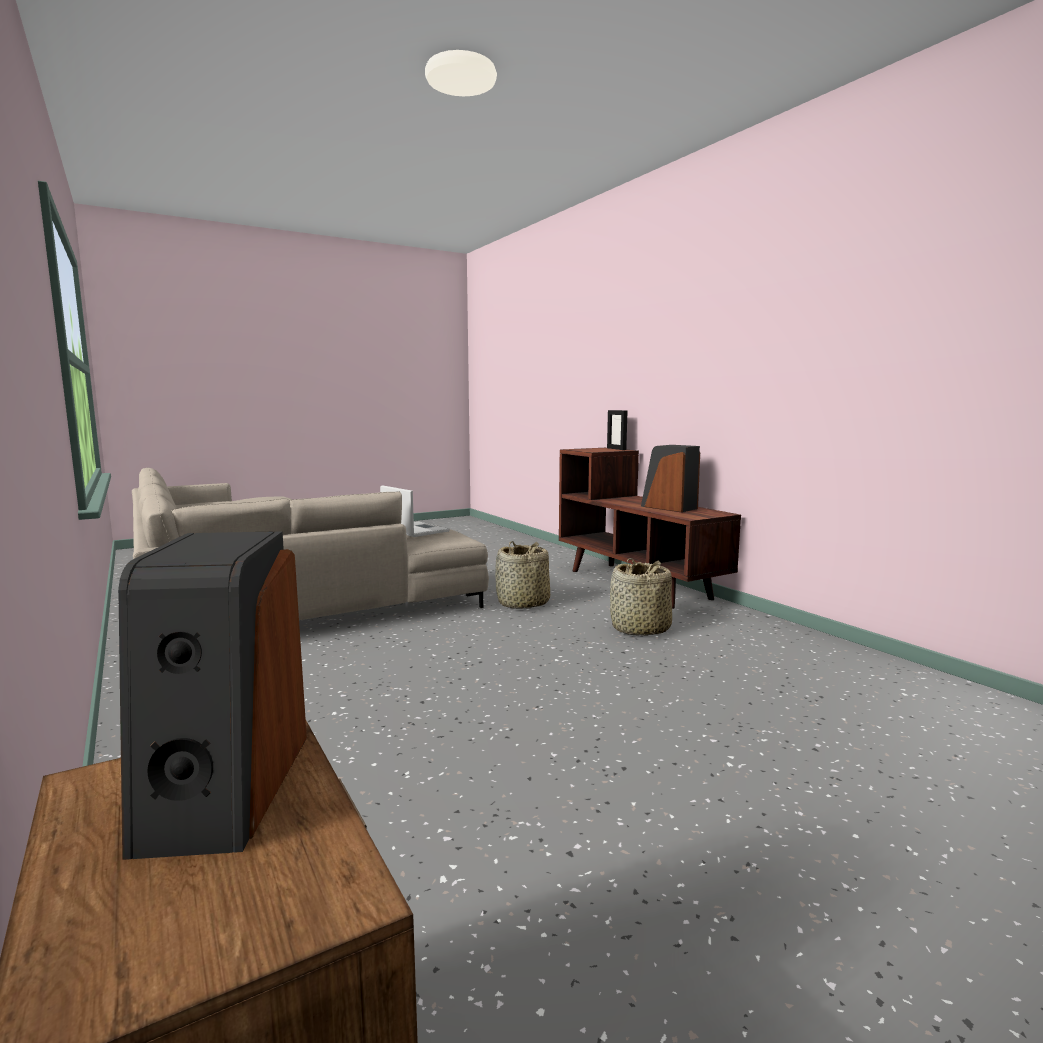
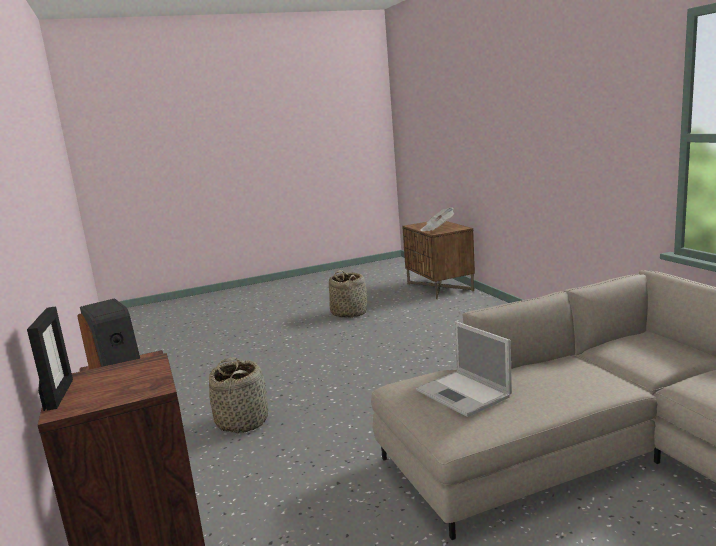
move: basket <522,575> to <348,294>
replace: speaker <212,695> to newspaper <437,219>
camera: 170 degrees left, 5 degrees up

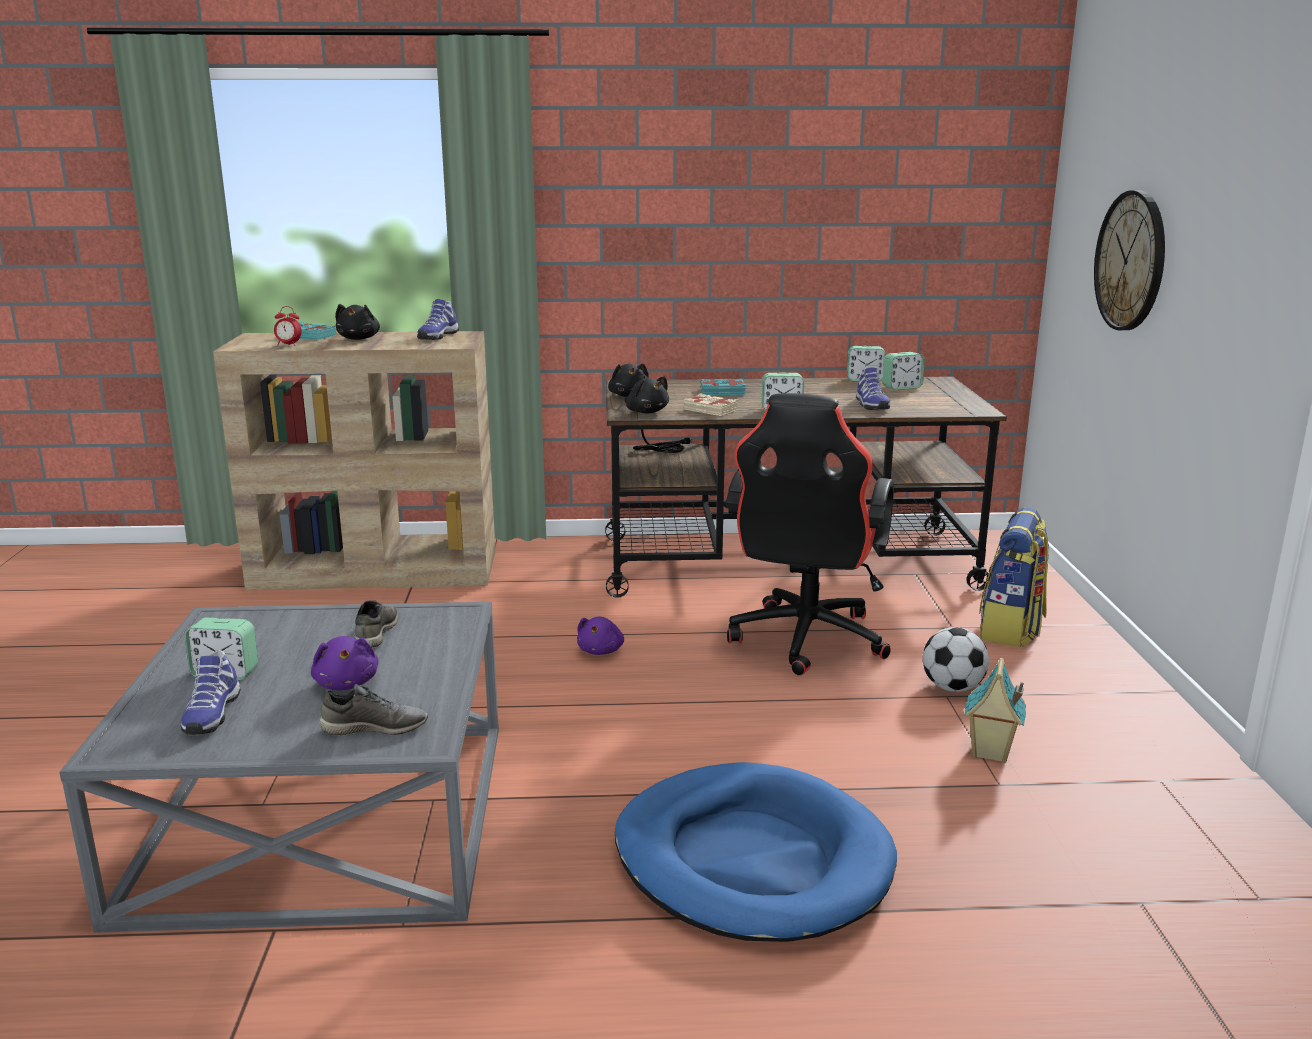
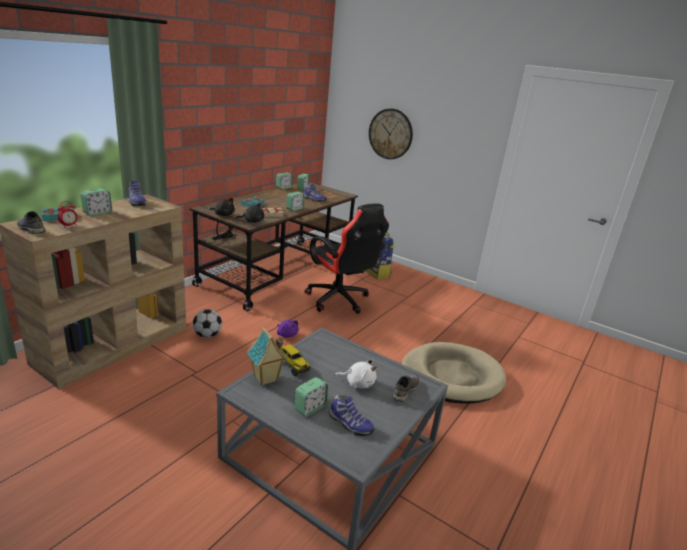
insert: toy truck <295,360>
move: grey shoe <376,624> to <31,222>; football <956,659> to <207,323>; toy house <995,710> to <267,356>
replace: black plush toy <357,322> to alarm clock <96,202>
recolor: purple plush toy <344,663> to white plush toy <356,374>; blue dog bed <756,852> to beige dog bed <454,373>
camera: 55 degrees left, 5 degrees up

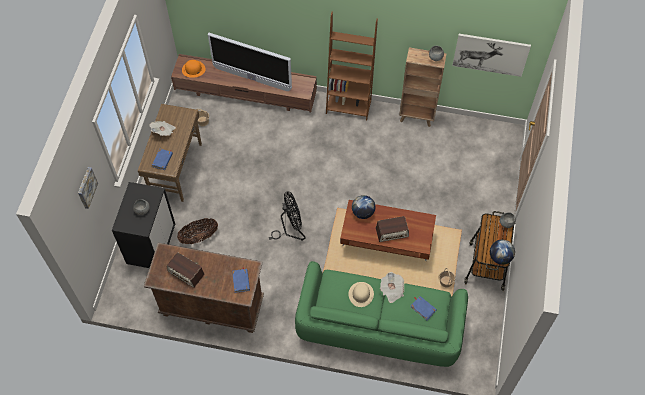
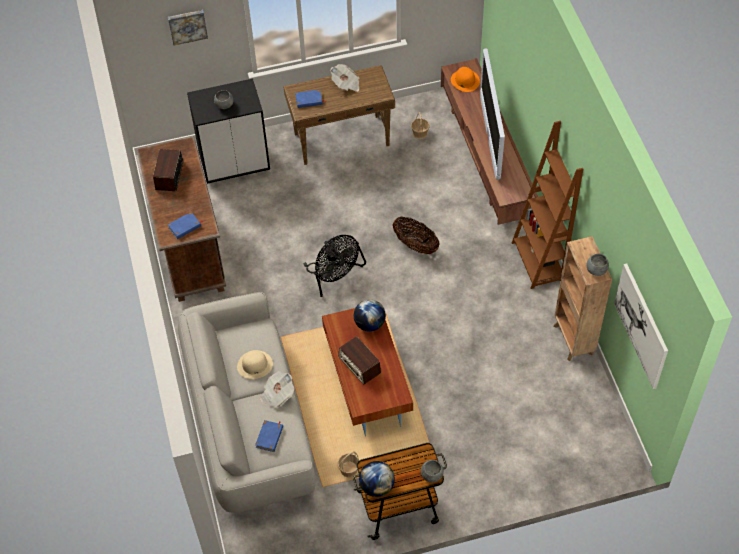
move: basket <197,231> to <416,235>
recolor: green sofa <381,314> to grey sofa <247,402>
camera: 65 degrees right, 5 degrees down

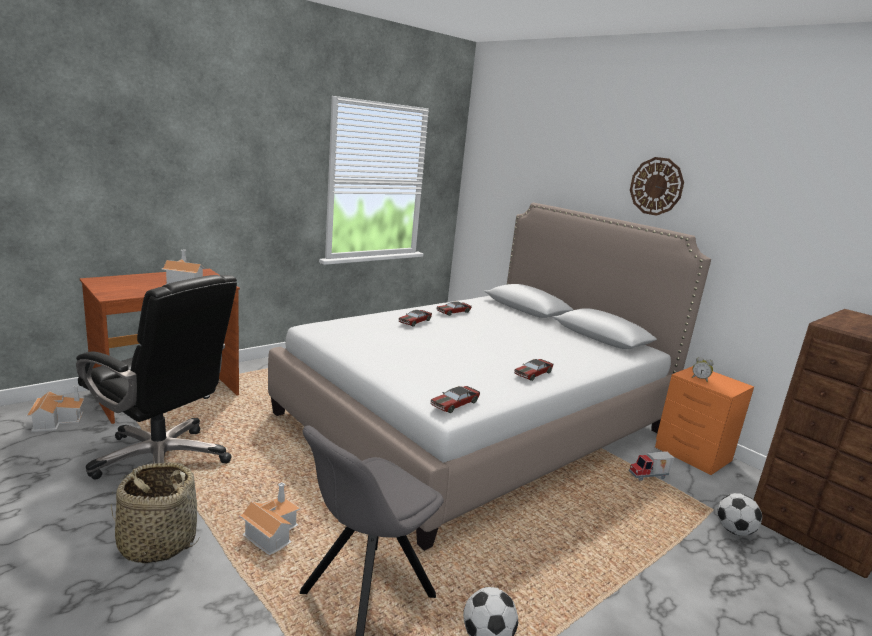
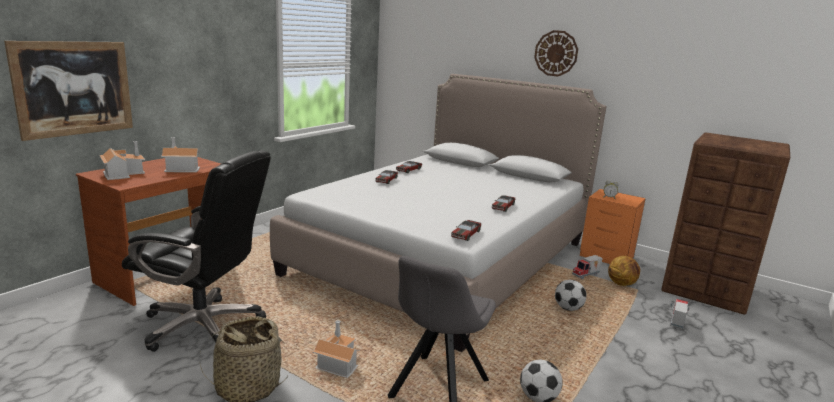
insert: picture <68,91>; basketball <624,271>; toy truck <679,314>
move: toy house <55,408> to <122,160>; football <739,514> to <570,295>
camera: 15 degrees left, 0 degrees up

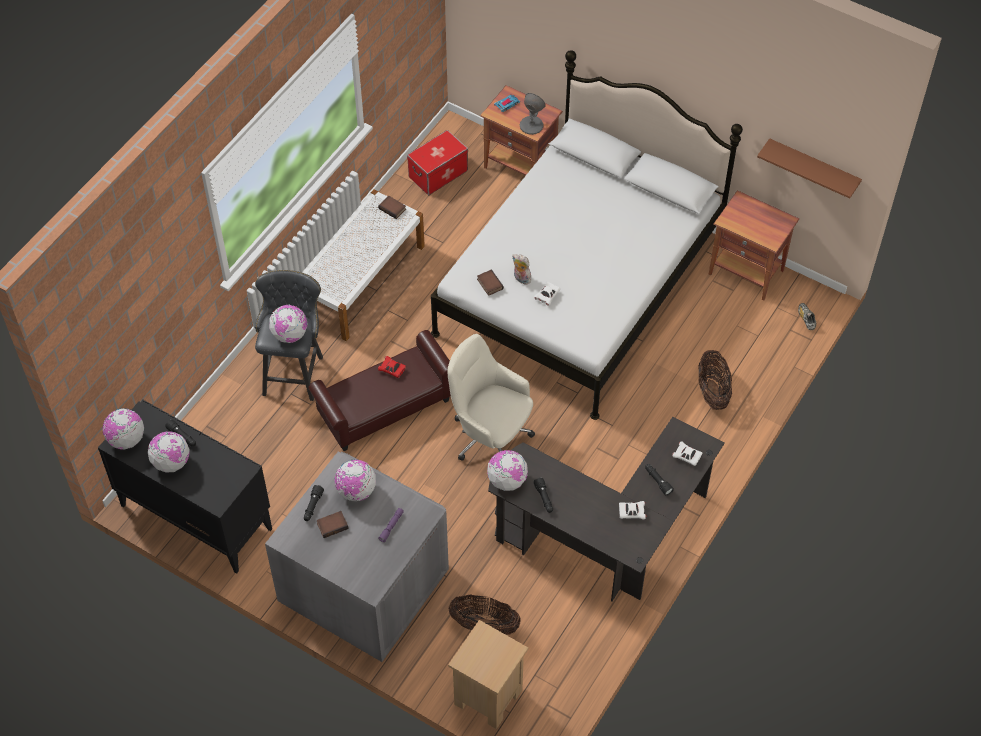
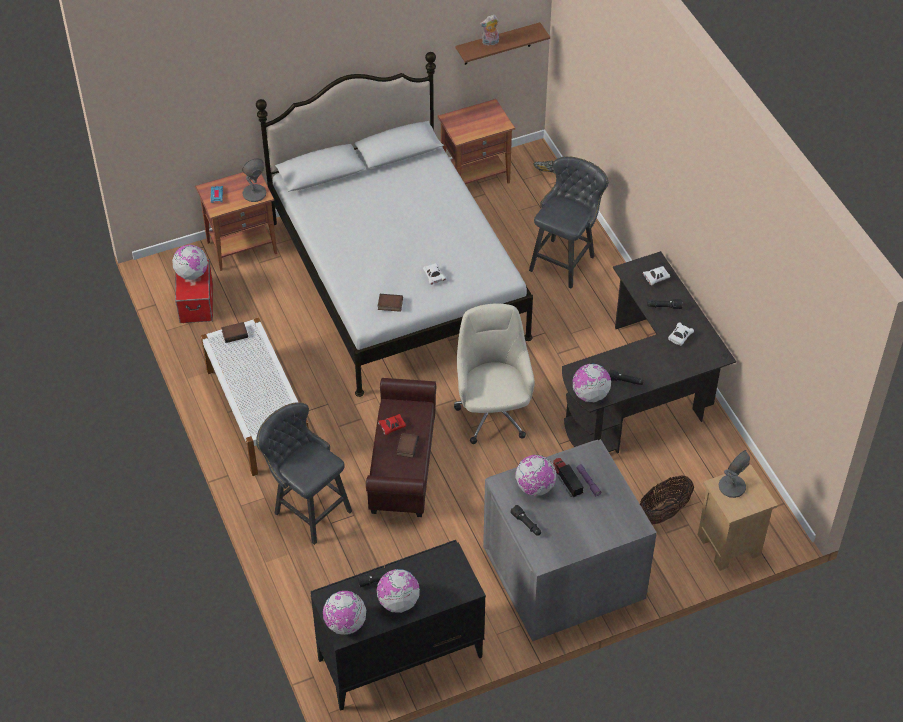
insert: toy truck <568,478>; grey table lamp <734,474>
move: globe <288,324> to <190,262>; book <332,524> to <408,445>; plush toy <521,269> to <489,30>
replace: basket <715,380> to grey stool <568,222>
rotate: beige office chair <491,397> = <494,373> 105 degrees clockwise
camera: 55 degrees left, 5 degrees down

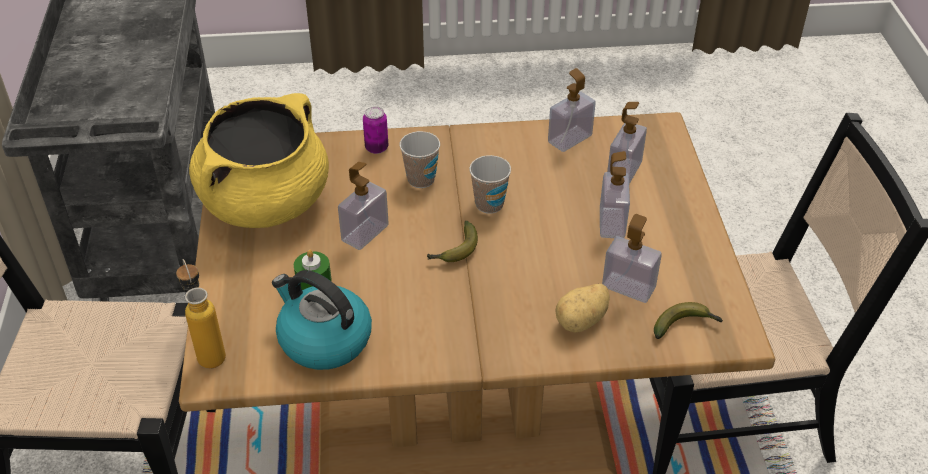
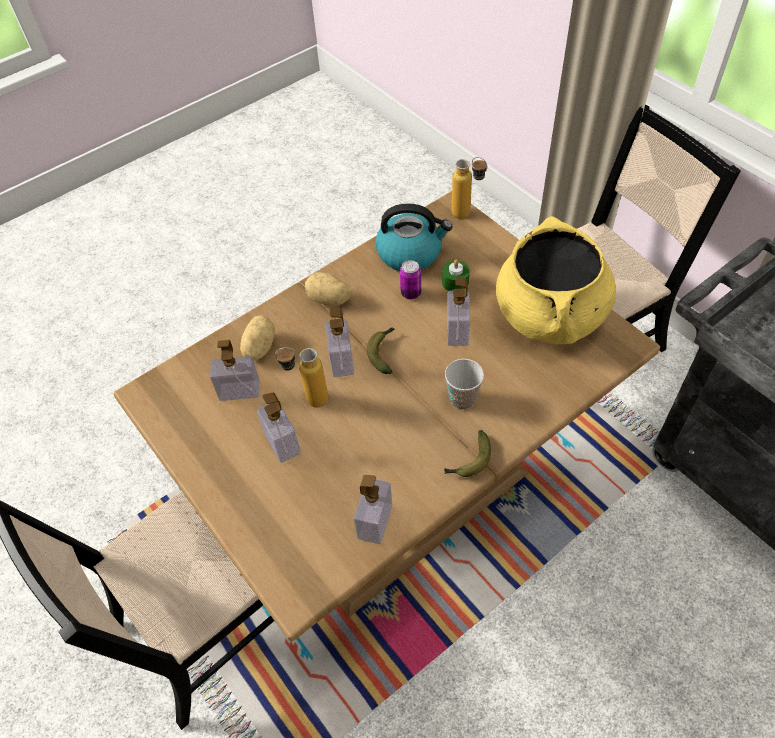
delete: cup <490,184>
insert: bottle <301,377>; potato <328,289>
move: can <375,130> to <410,279>; soap dispenser <627,143> to <340,342>; banana <688,320> to <467,453>
camera: 150 degrees right, 10 degrees up

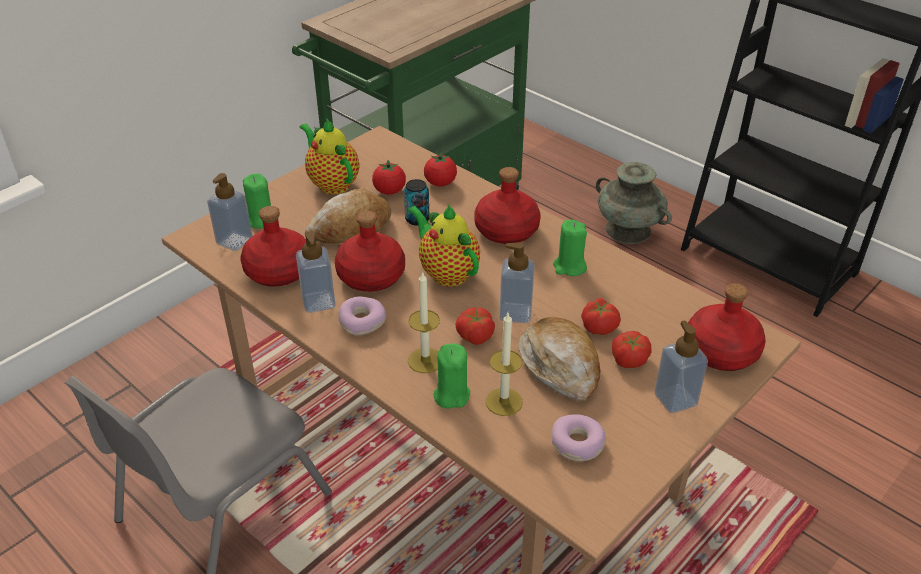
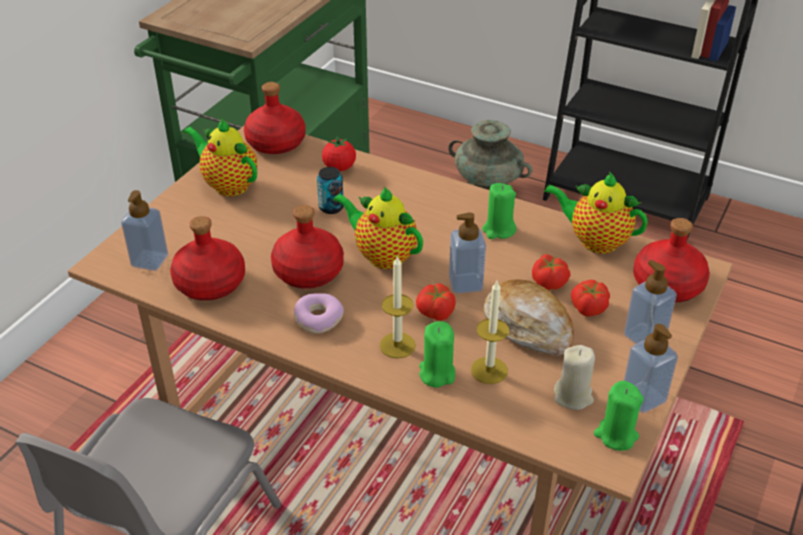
delete: bread <348,216>; tomato <389,177>
insert: teapot <596,213>
move: green candle <257,201> to <619,416>; soap dispenser <315,272> to <651,368>; red bottle <507,205> to <275,118>
replace: donut <579,437> to beige candle <574,377>
camera: 15 degrees left, 0 degrees up

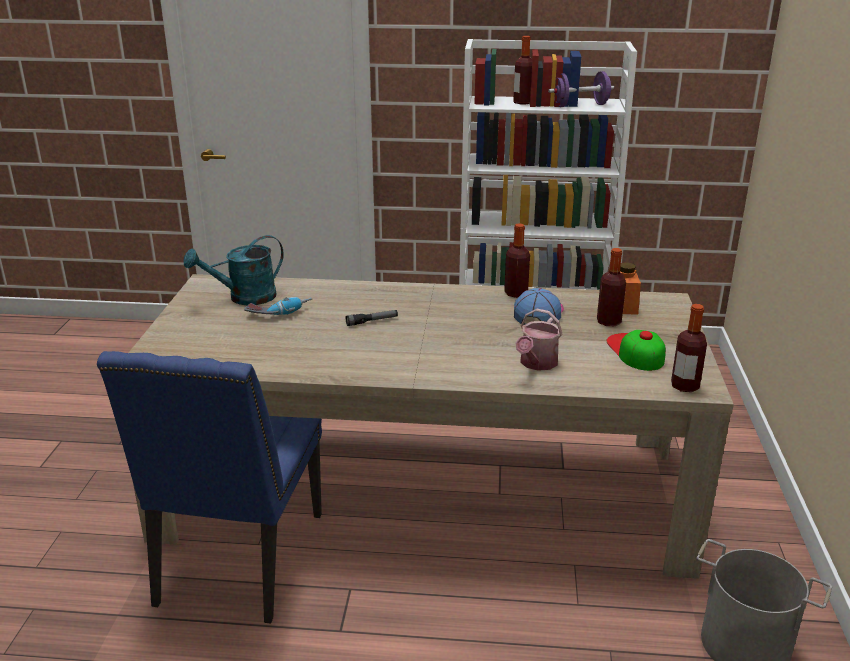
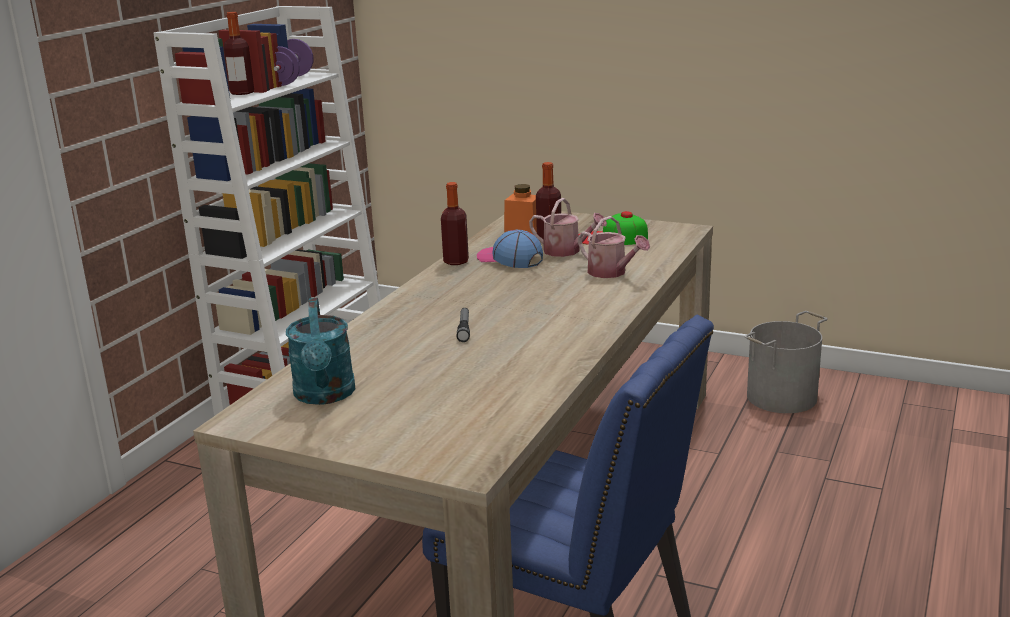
delete: power drill <278,306>; bottle <689,348>
insert: watering can <568,227>
camera: 70 degrees left, 5 degrees down

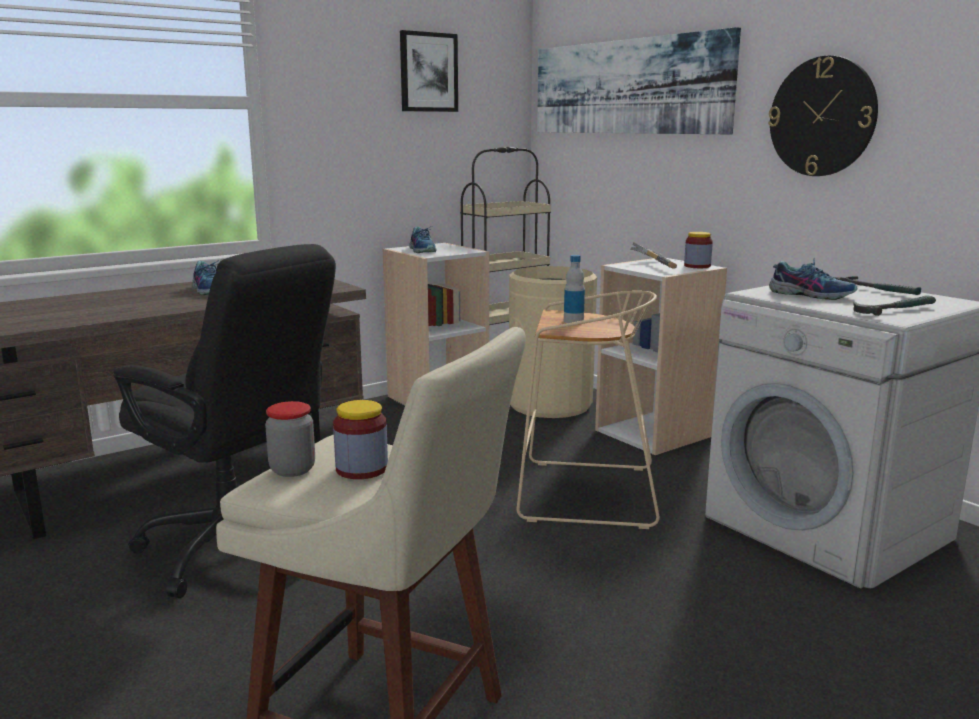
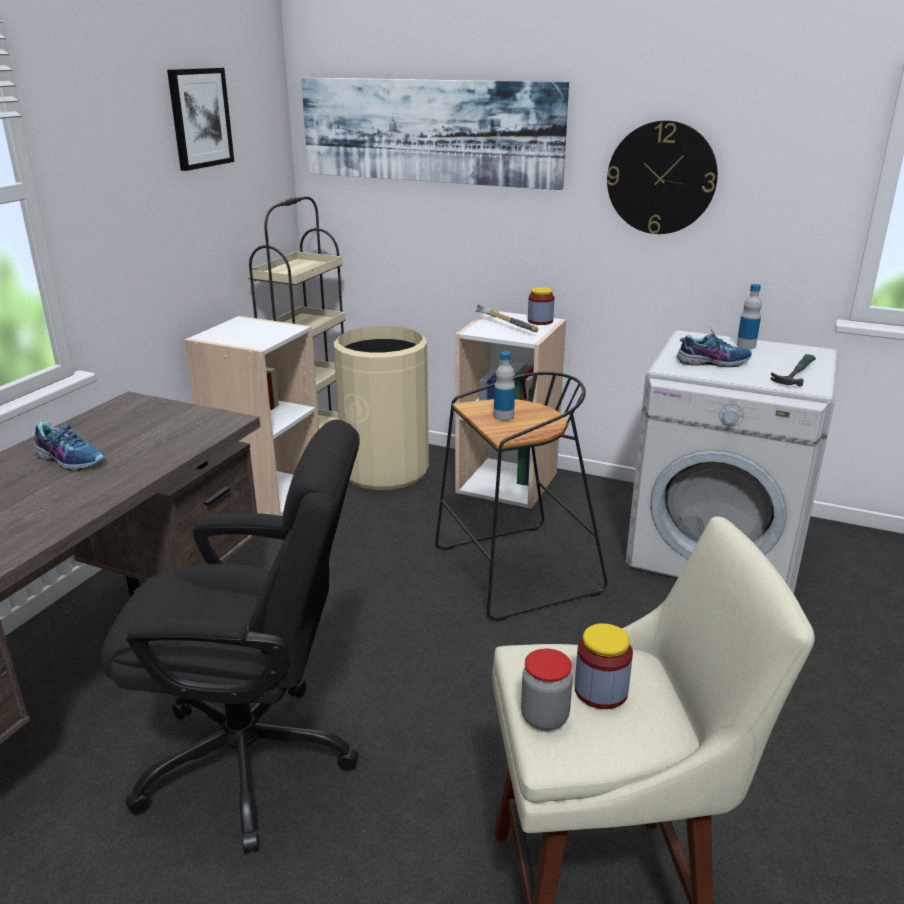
delete: shoe <422,239>
replace: hammer <877,285> to bottle <749,316>
recolor: beige stool <588,409> to black stool <521,497>
camera: 30 degrees left, 10 degrees up

